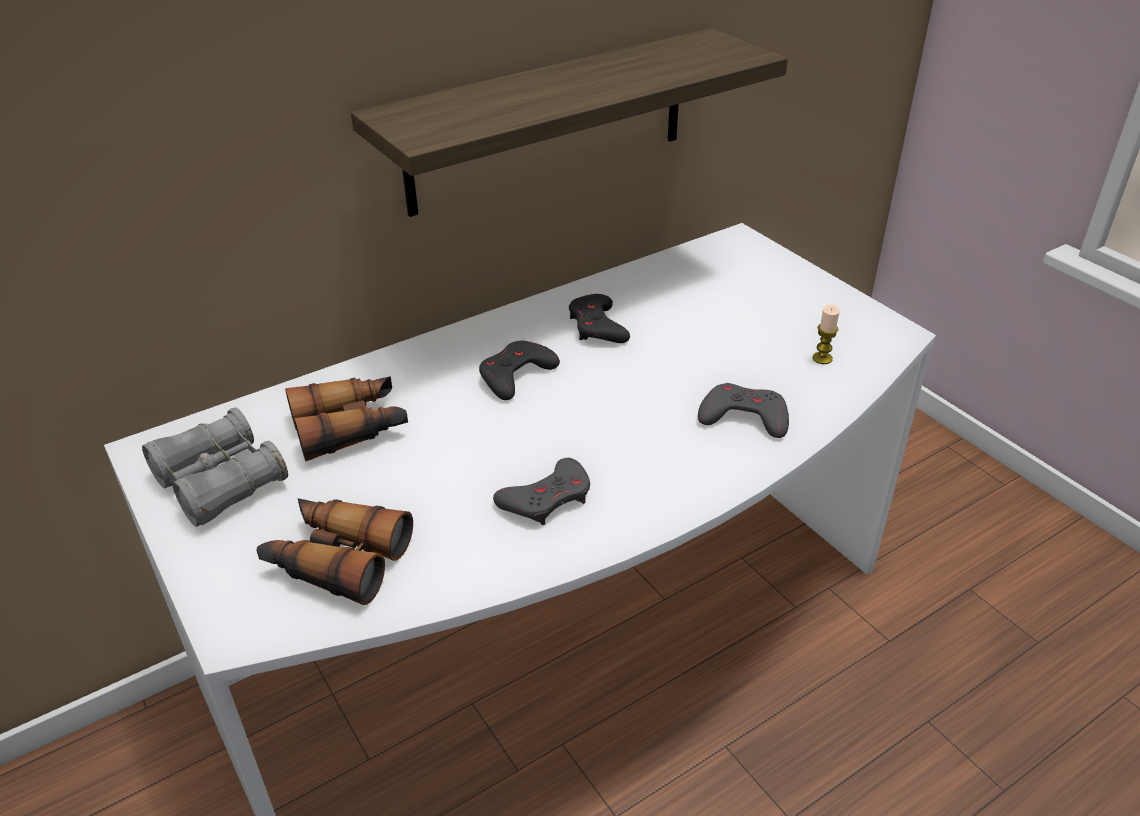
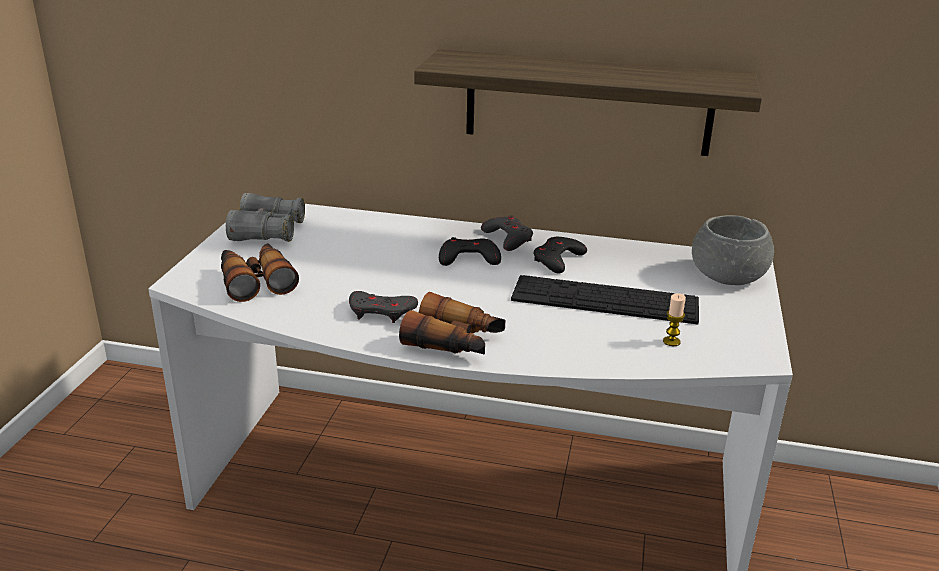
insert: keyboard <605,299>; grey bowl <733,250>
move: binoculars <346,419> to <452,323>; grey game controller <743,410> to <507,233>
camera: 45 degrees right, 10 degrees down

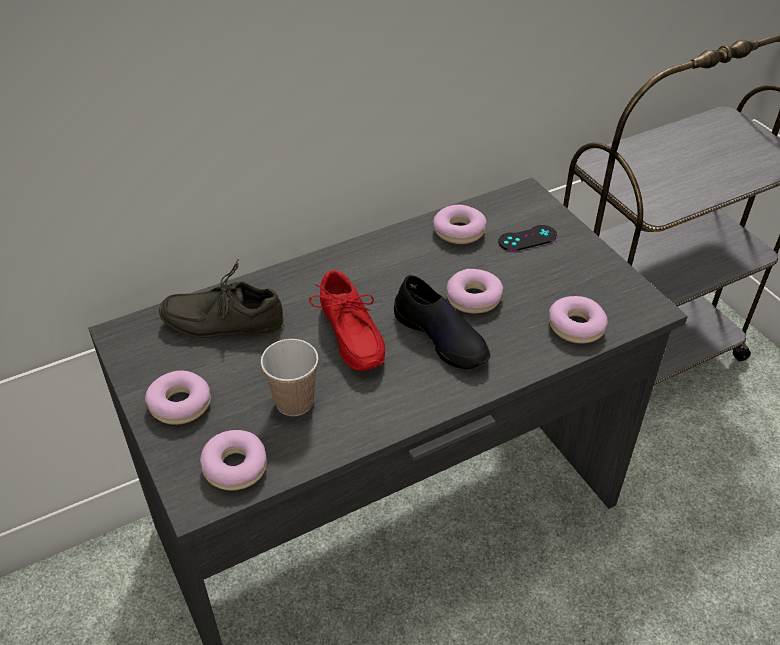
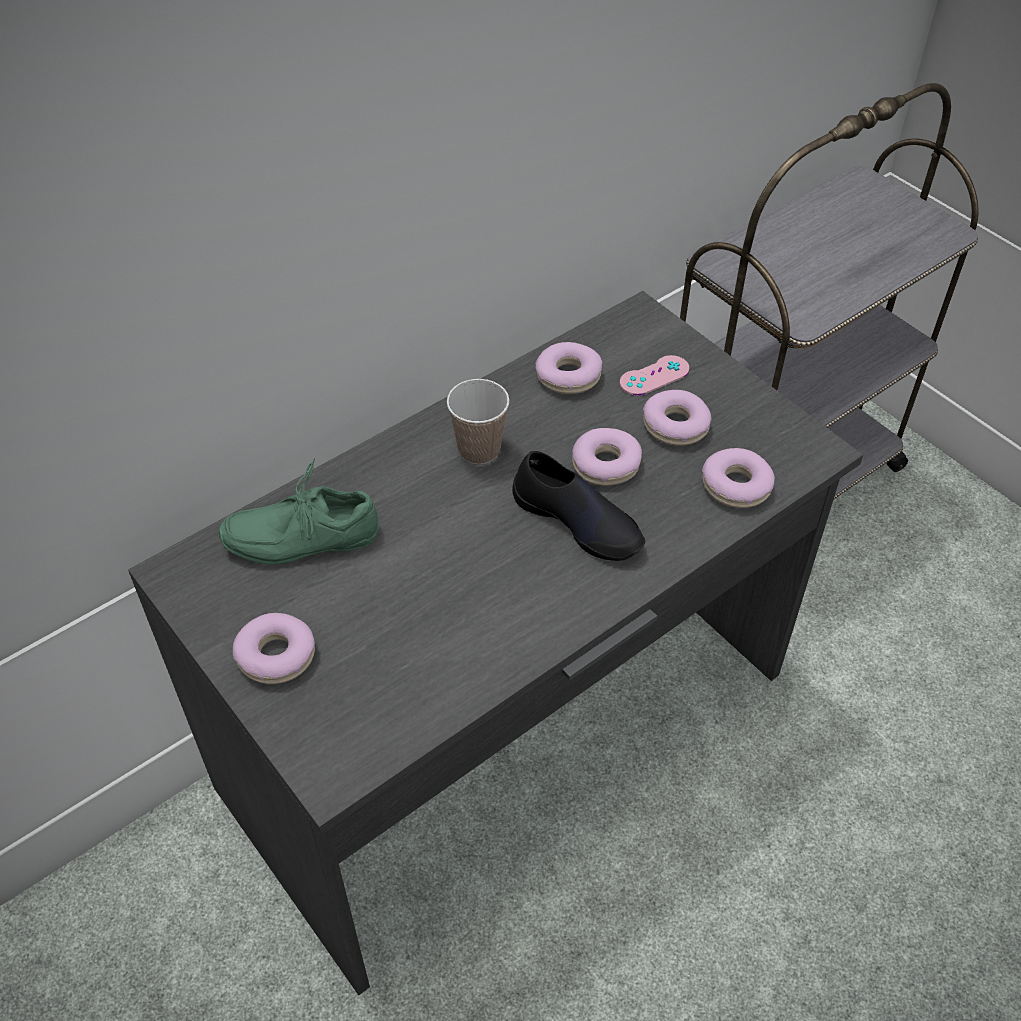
delete: red shoe <347,320>
move: donut <233,460> to <677,418>; cup <289,377> to <478,422>
recolor: grey shoe <221,298> to green shoe <299,511>; black game controller <527,238> to pink game controller <654,375>
camera: 10 degrees left, 5 degrees up

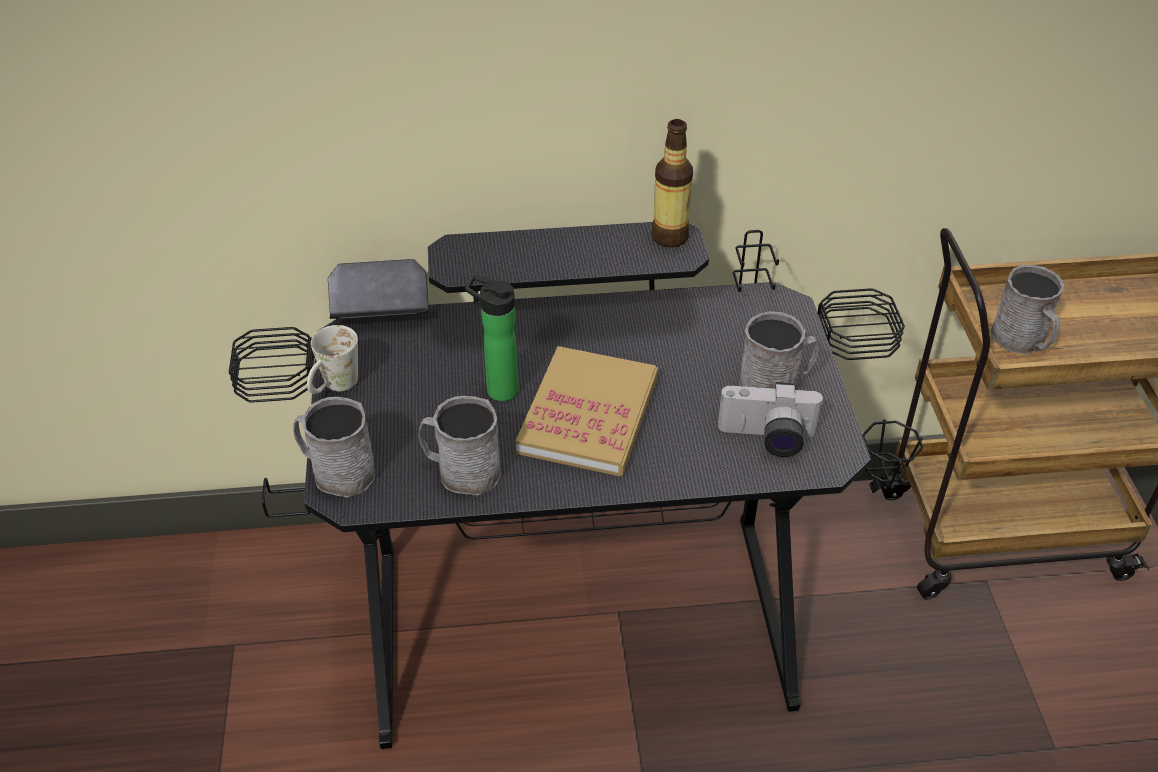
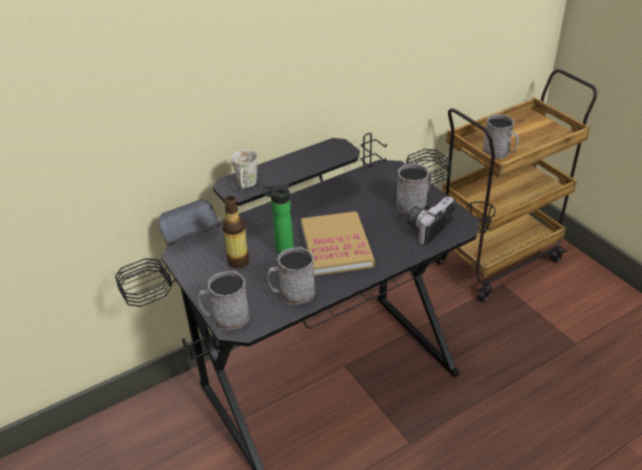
move: white mug <332,359> to <244,169>; bottle <672,183> to <235,232>
rotate: photo camera <771,419> = <431,221> 150 degrees clockwise
camera: 25 degrees left, 5 degrees down

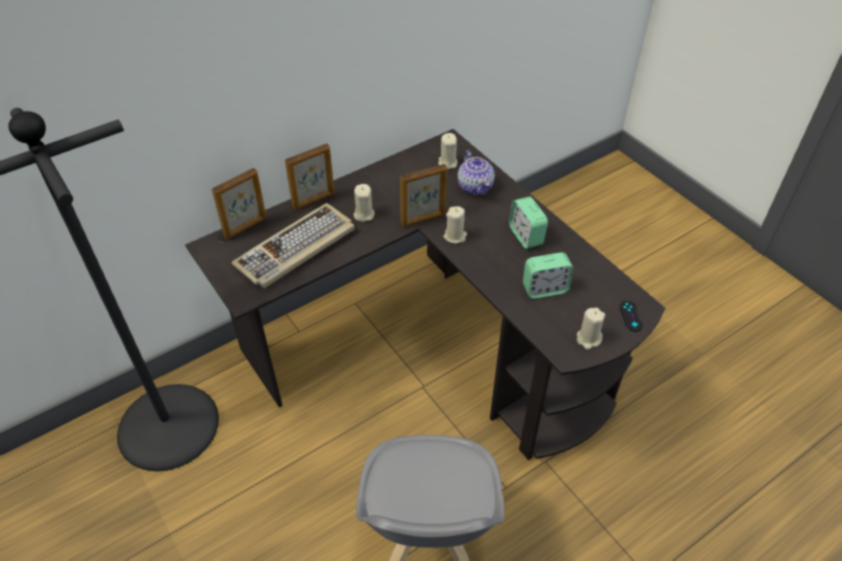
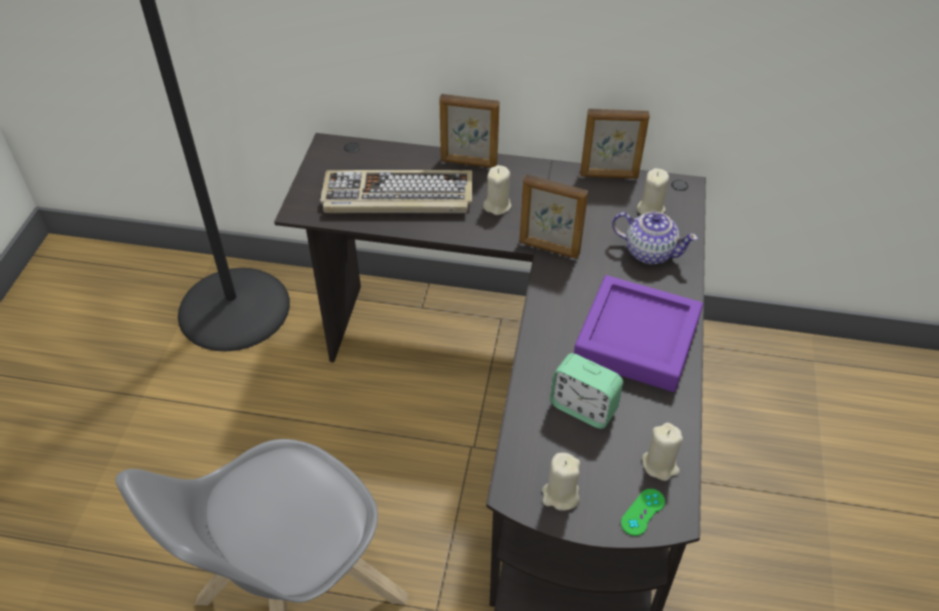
move: picture frame <239,204> to <615,144>; beige candle <455,225> to <662,452>
replace: alarm clock <528,222> to purple tray <638,333>
recolor: black game controller <631,316> to green game controller <643,512>
rotate: teapot <476,173> = <655,238> 90 degrees counterclockwise
camera: 45 degrees right, 0 degrees up

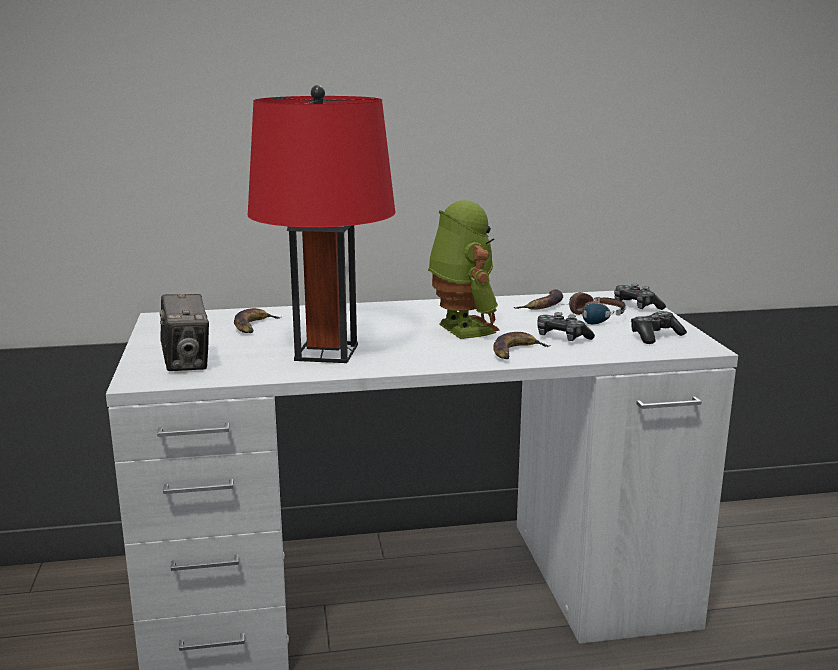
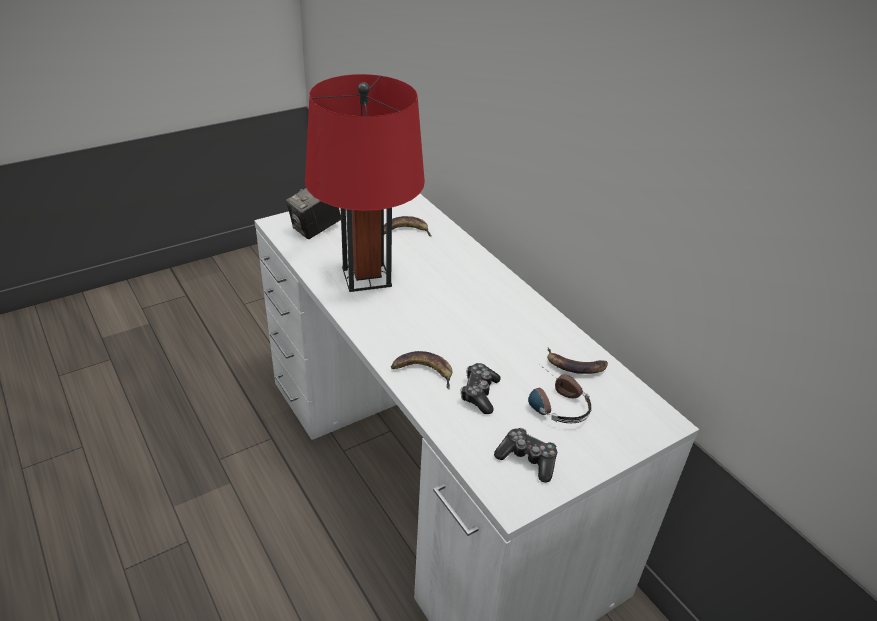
delete: toy robot <464,269>; game controller <640,296>
camera: 65 degrees right, 20 degrees up

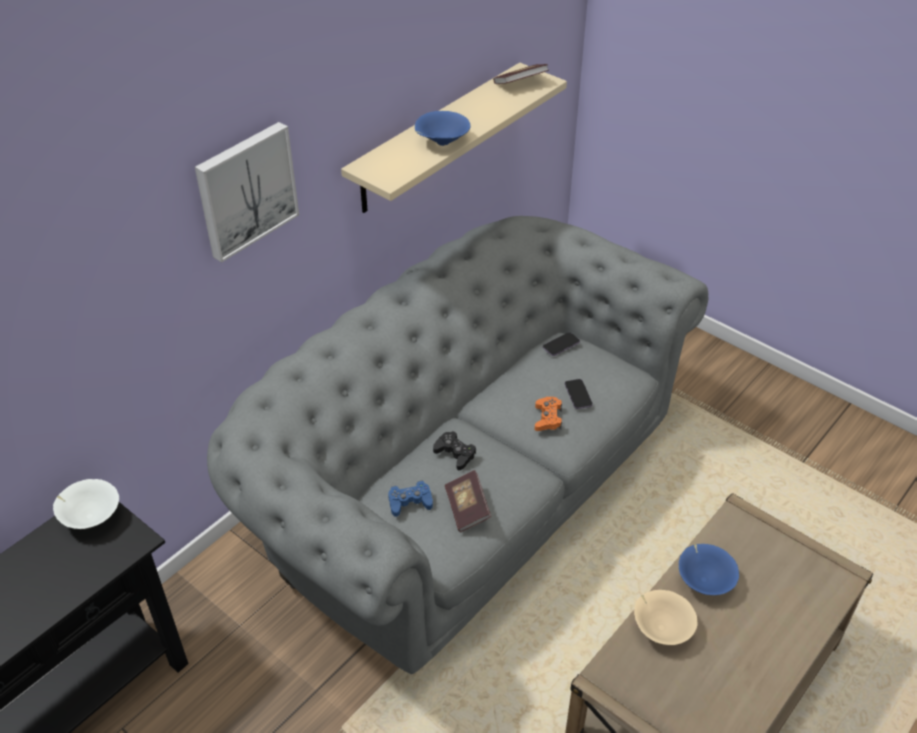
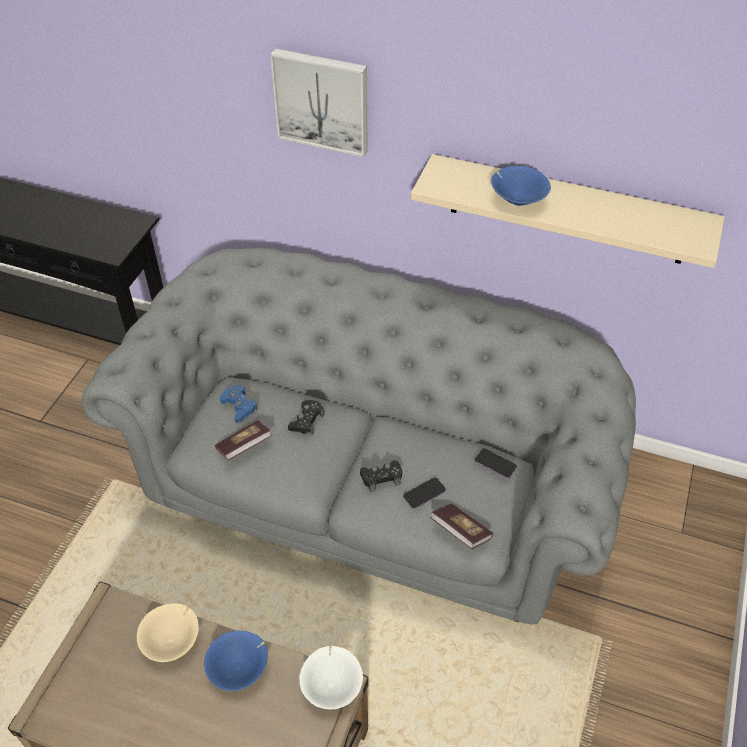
move: white bowl <86,504> to <331,677>; book <521,74> to <461,526>
recolor: orange game controller <548,414> to black game controller <381,476>
camera: 70 degrees right, 5 degrees up

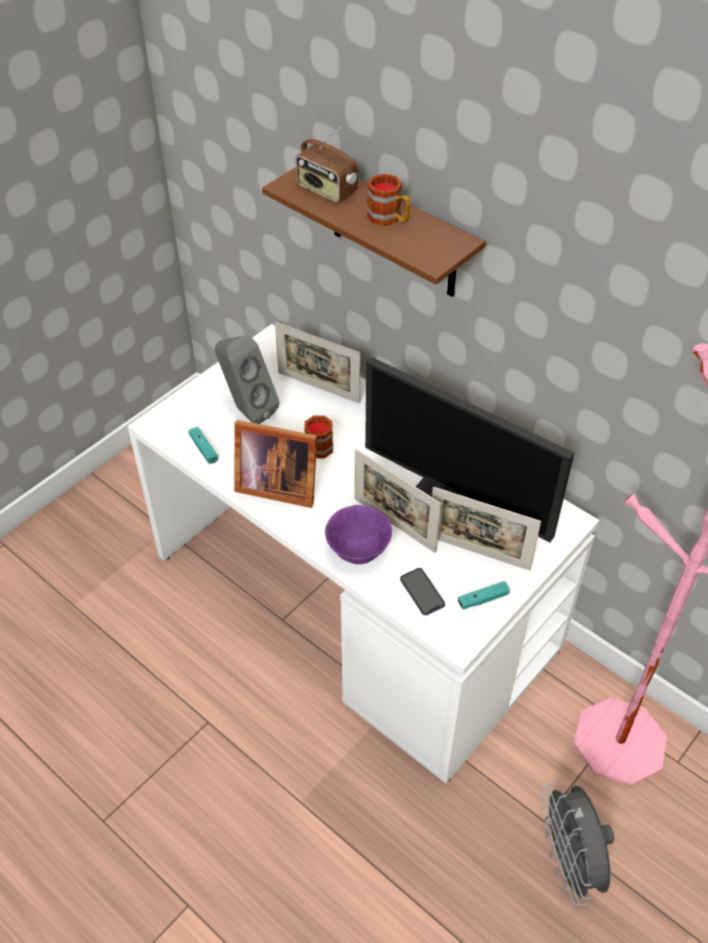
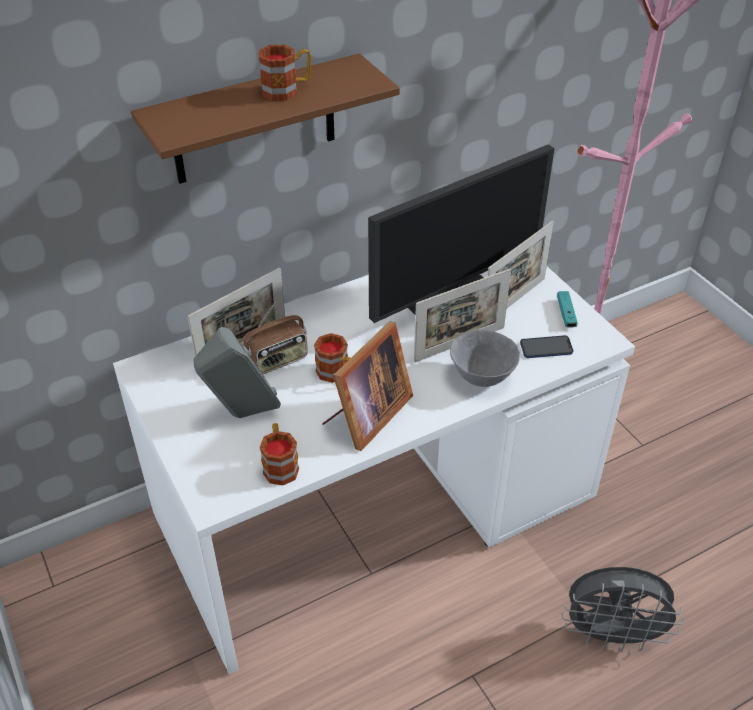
move: radio <327,165> to <275,337>; grey fan <577,844> to <623,609>
replace: turquoise game controller <203,445> to mug <279,454>
recolor: purple bowl <358,534> to grey bowl <485,358>
camera: 70 degrees left, 5 degrees down

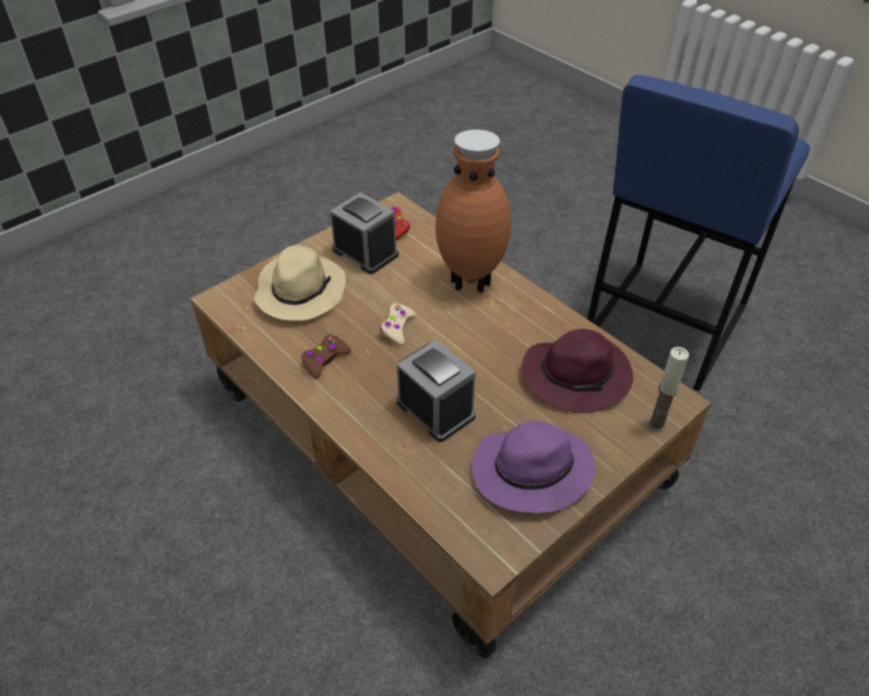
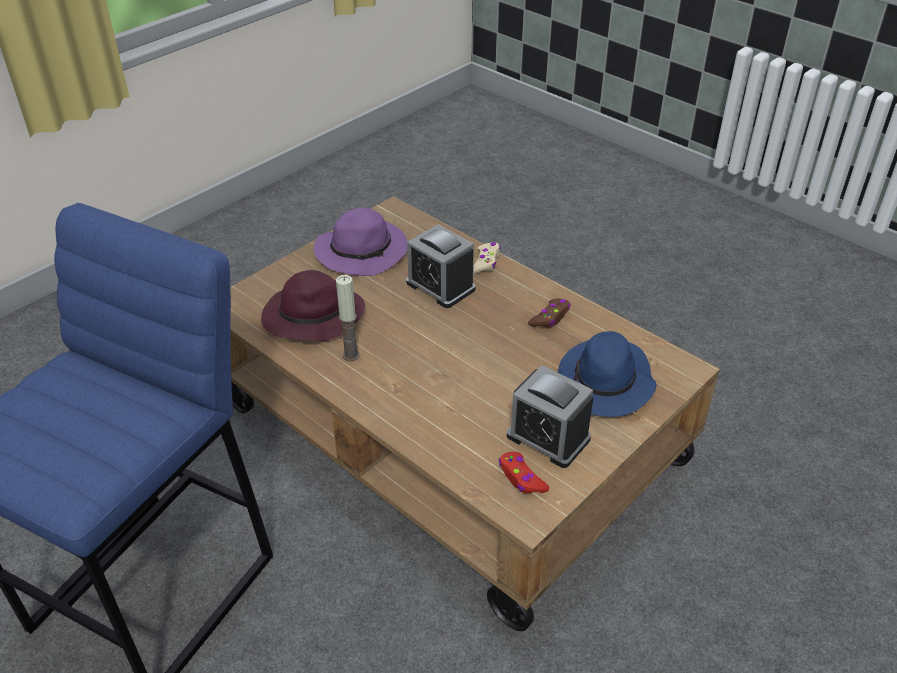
delete: brown vase <473,211>
move: beige game controller <398,324> to <486,258>; candle <668,389> to <348,318>
recolor: beige hat <300,283> to blue hat <607,374>
camera: 175 degrees right, 5 degrees down

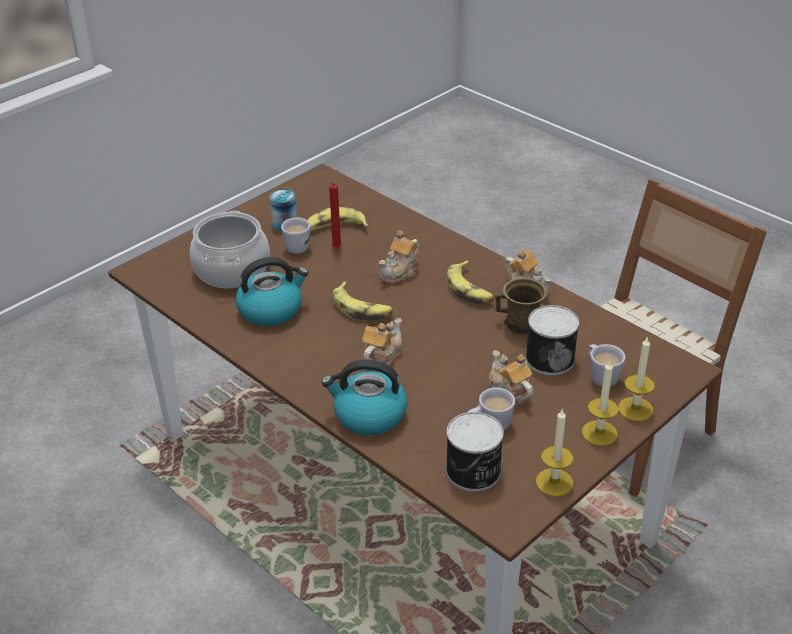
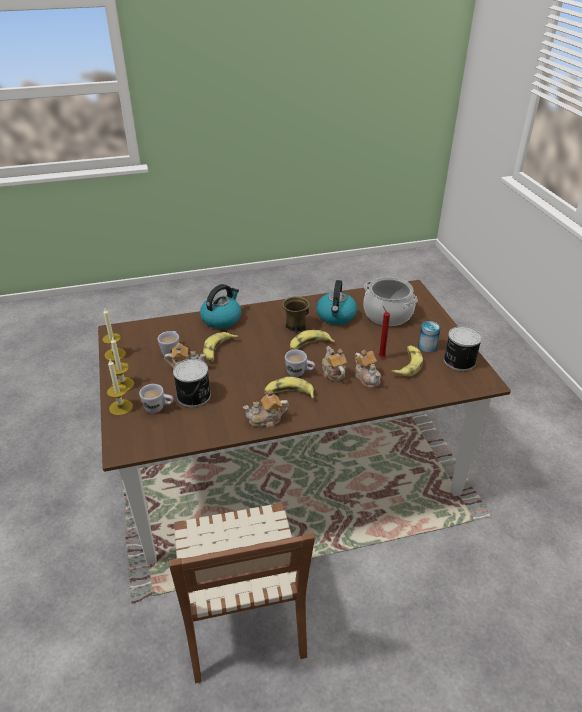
insert: banana <220,347>
move: white mug <296,236> to <300,363>; teapot <382,342> to <368,369>; can <475,452> to <463,348>; brown mug <521,306> to <296,314>
camera: 120 degrees right, 0 degrees up

